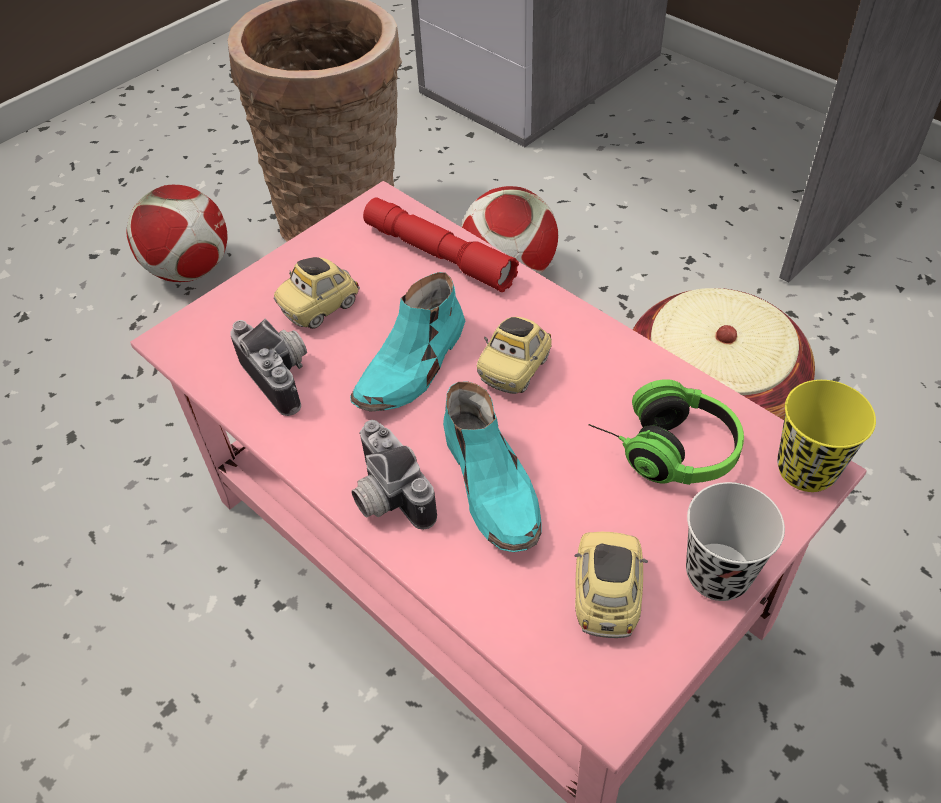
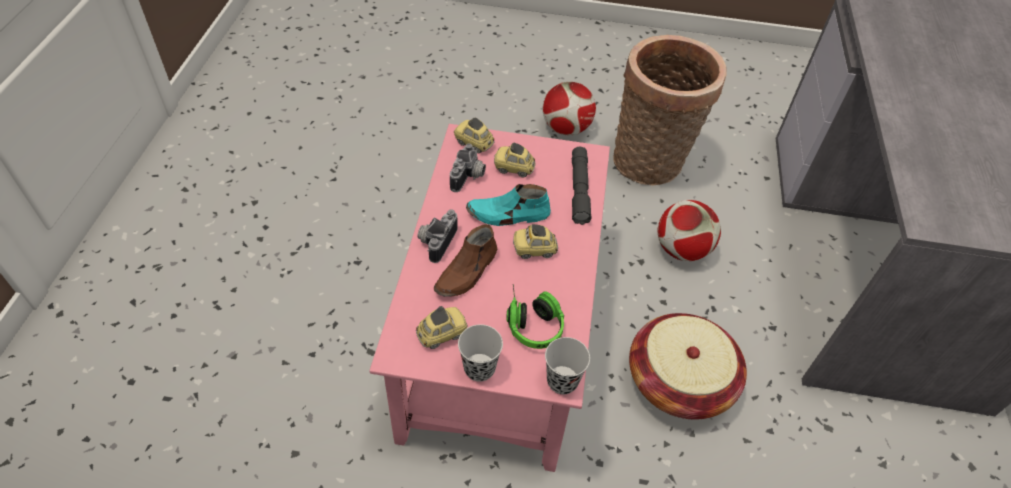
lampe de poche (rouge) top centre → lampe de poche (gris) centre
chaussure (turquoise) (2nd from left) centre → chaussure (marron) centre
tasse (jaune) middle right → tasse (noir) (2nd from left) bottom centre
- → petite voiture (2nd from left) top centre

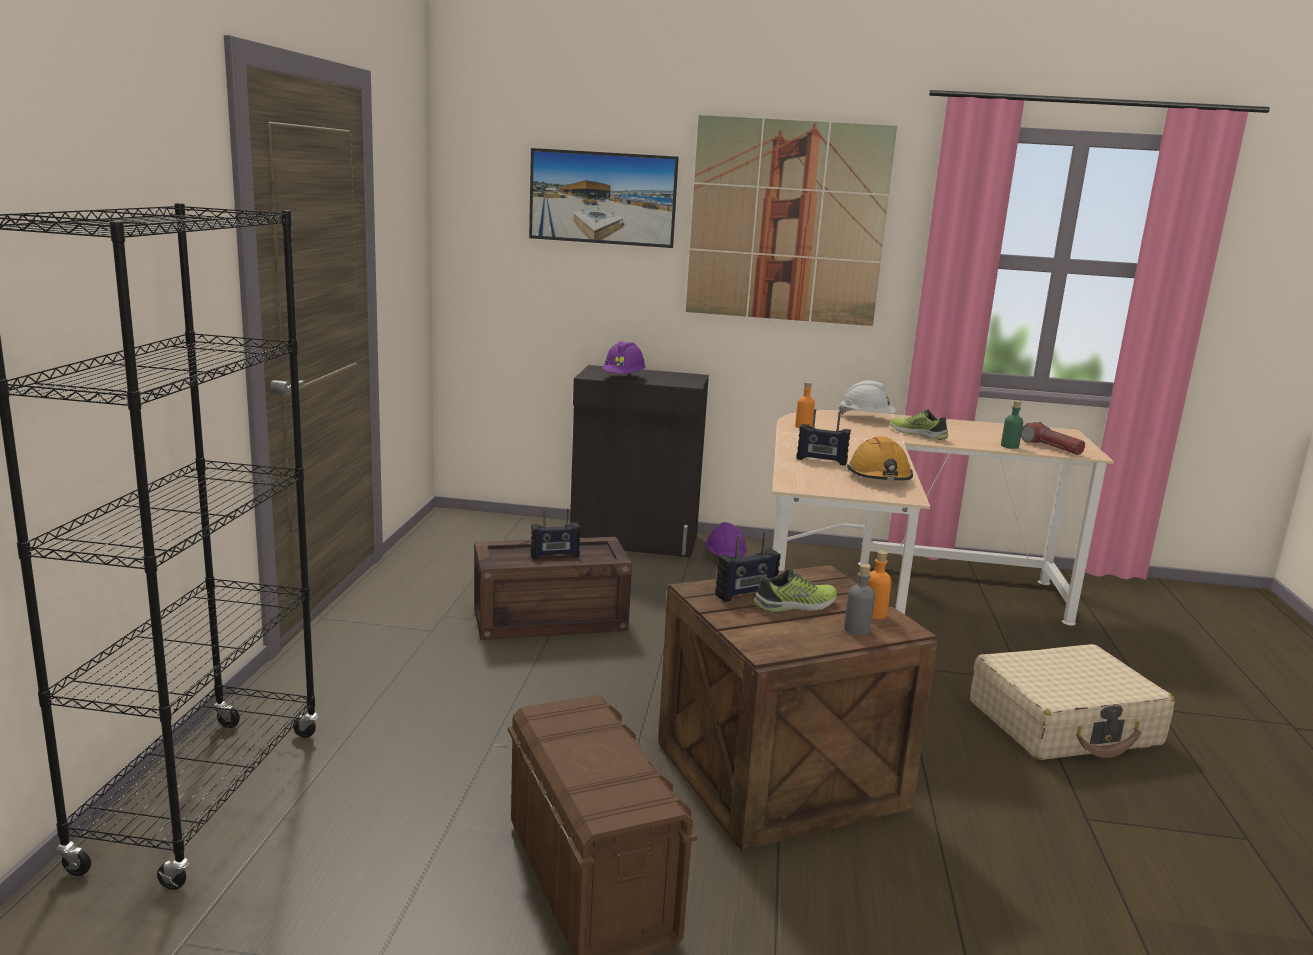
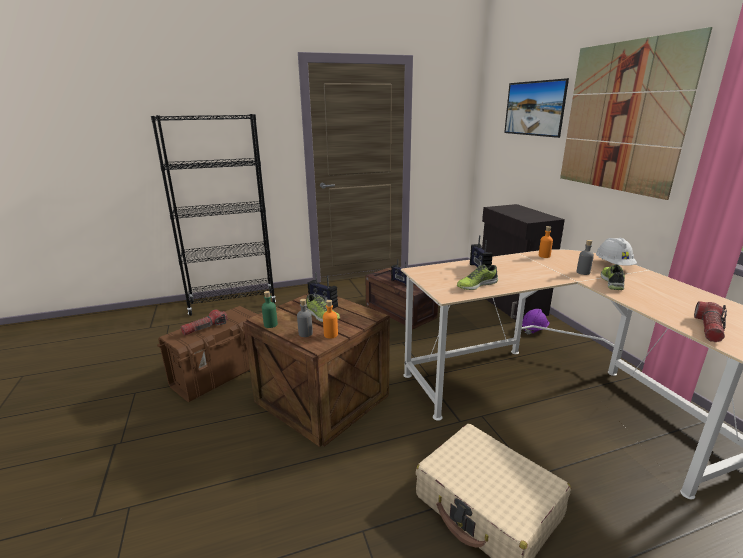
casque de chantier (violet) (1st from left) centre → -
casque de chantier (orange) middle right → chaussure (2nd from left) centre
bouteille (vert) middle right → bouteille (vert) centre, move
- → lampe de poche (1st from left) middle left
- → bouteille (gris) (2nd from left) middle right

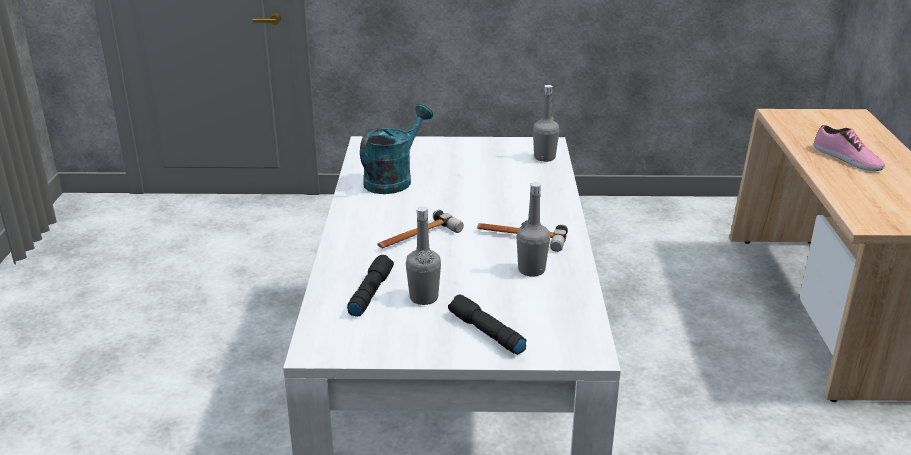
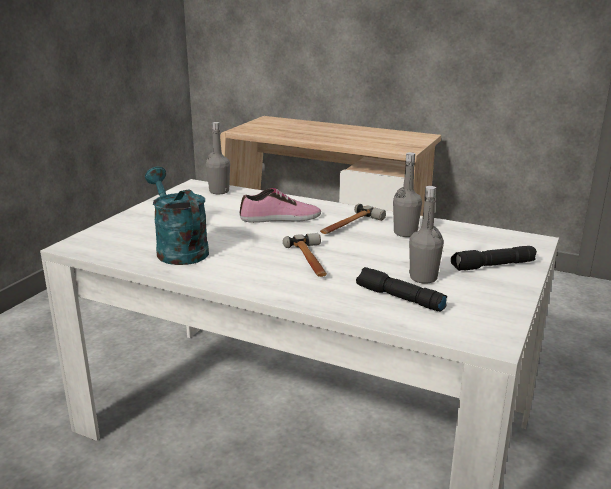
chaussure top right → chaussure centre, move

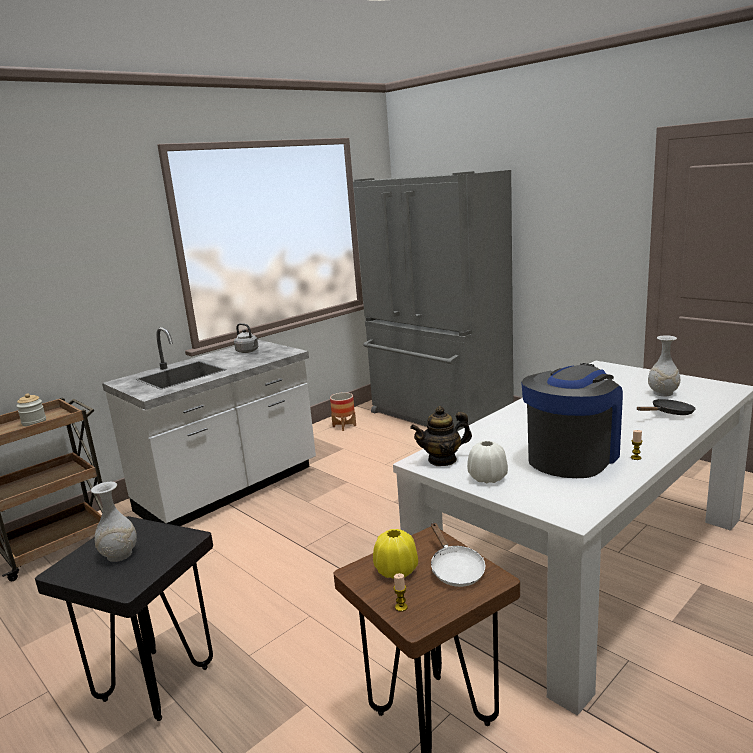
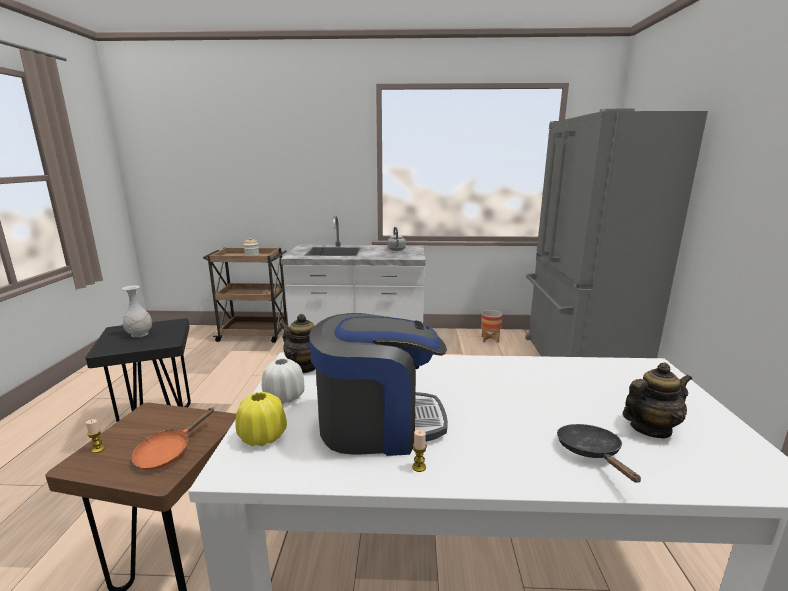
vase (jaune) bottom centre → vase (jaune) bottom left, move
poêle (blanc) bottom centre → poêle (orange) bottom left
poêle (noir) middle right → poêle (noir) bottom right, 120 degrees counterclockwise
vase (blanc) (3rd from left) middle right → théière (2nd from left) bottom right

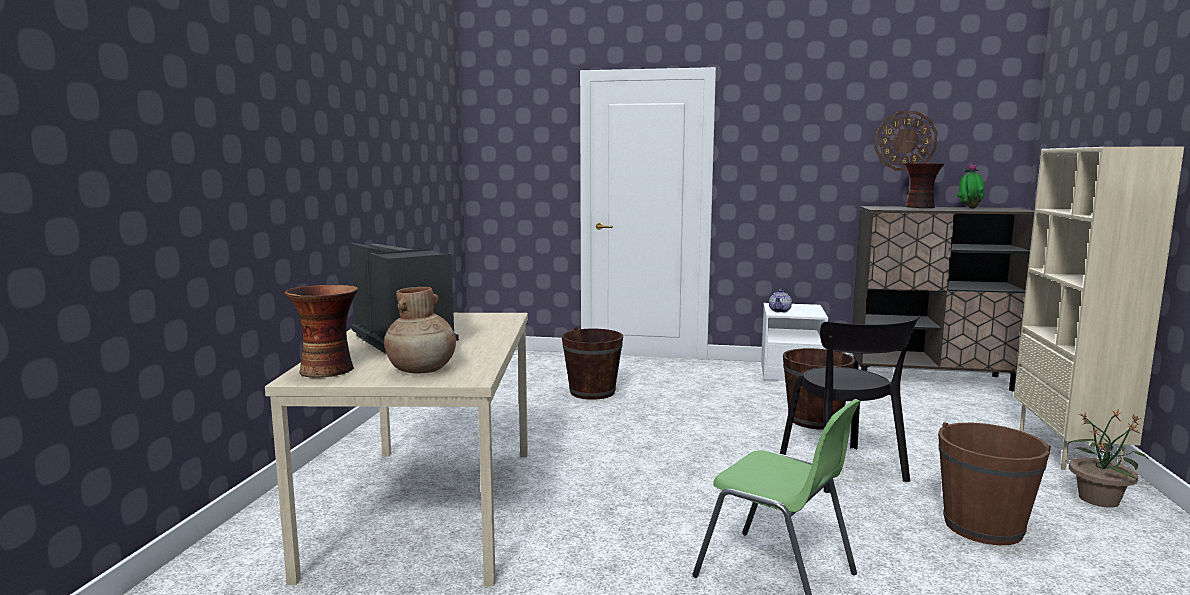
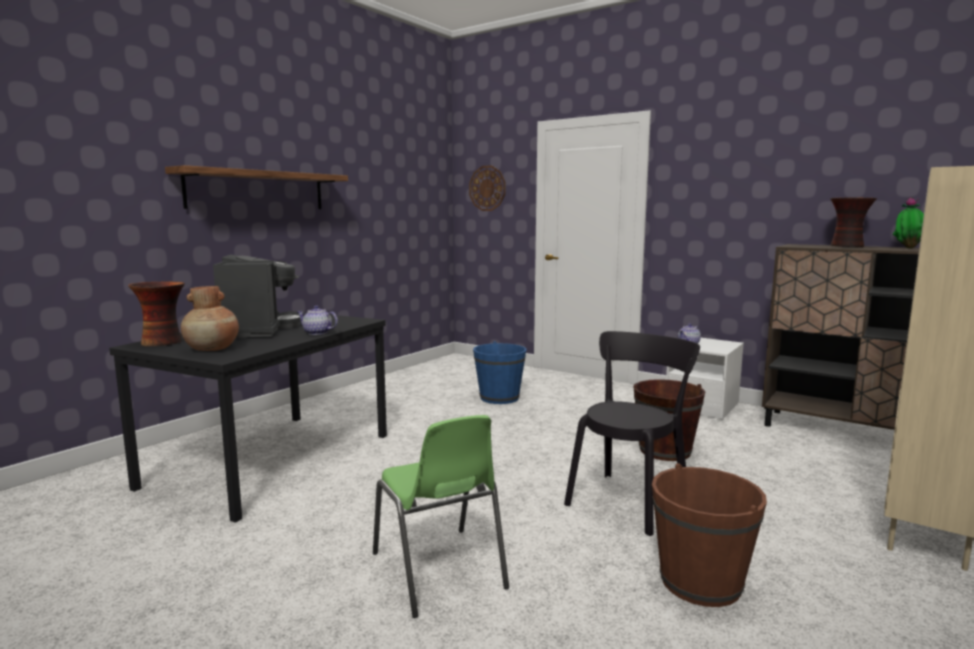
table à manger (beige) bottom left → table à manger (noir) middle left
seau (marron) (1st from left) centre → seau (bleu) centre
chaise (noir) bottom right → chaise (noir) bottom centre, 150 degrees counterclockwise
horloge murale top right → horloge murale top centre, move
plante en pot (2nd from left) bottom right → -
- → étagère top left
- → théière (1st from left) middle left

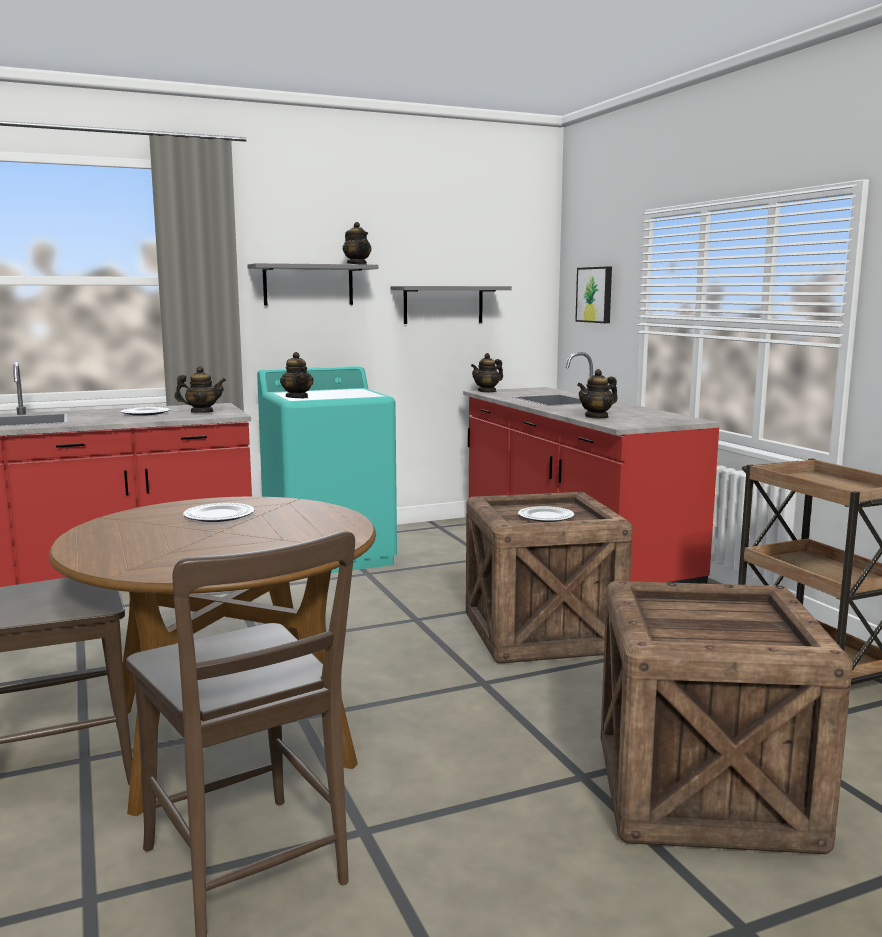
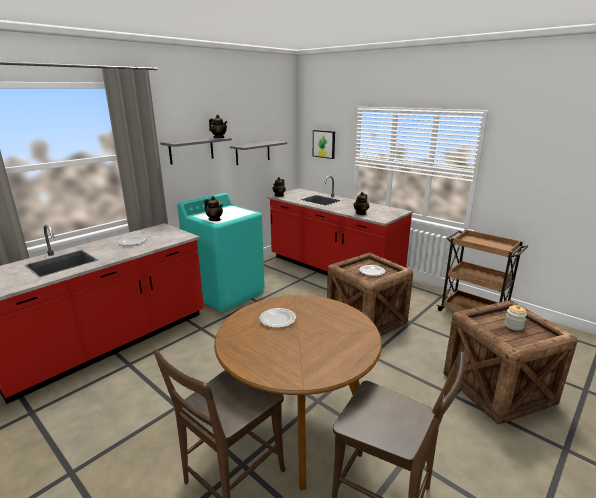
théière (1st from left) middle left → -
- → bocal middle right

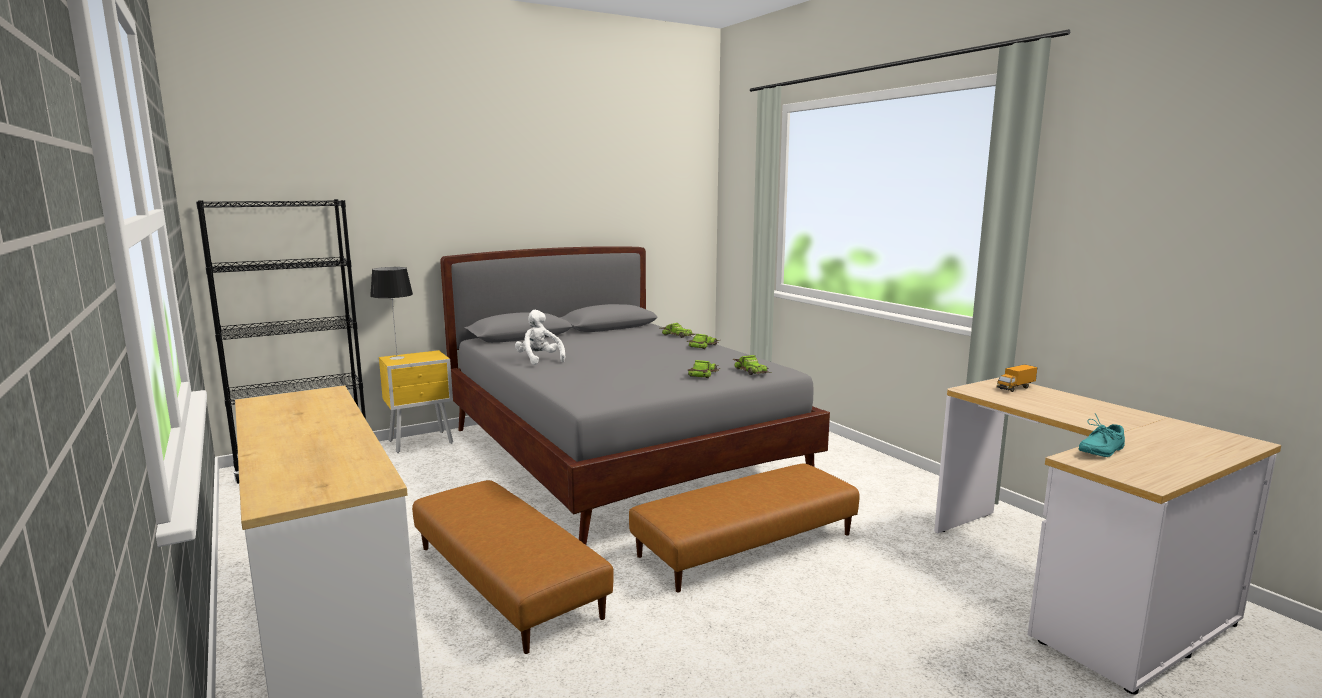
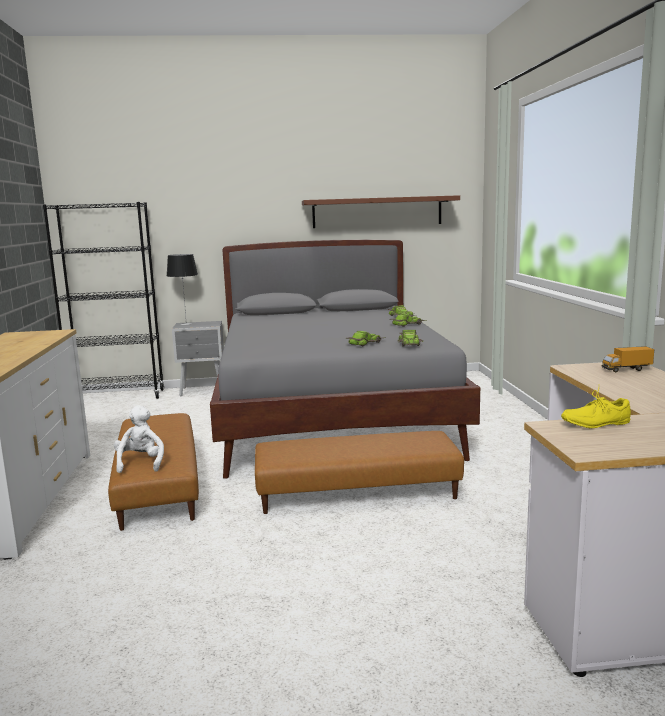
table de chevet (jaune) middle left → table de chevet (gris) middle left
peluche (blanc) centre → peluche (blanc) middle left, move
chaussure (turquoise) middle right → chaussure (jaune) middle right
- → étagère (marron) top centre

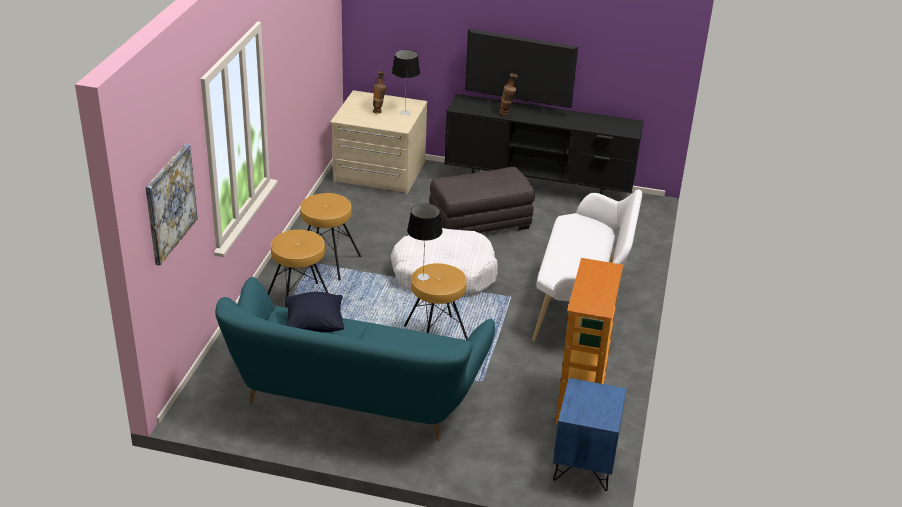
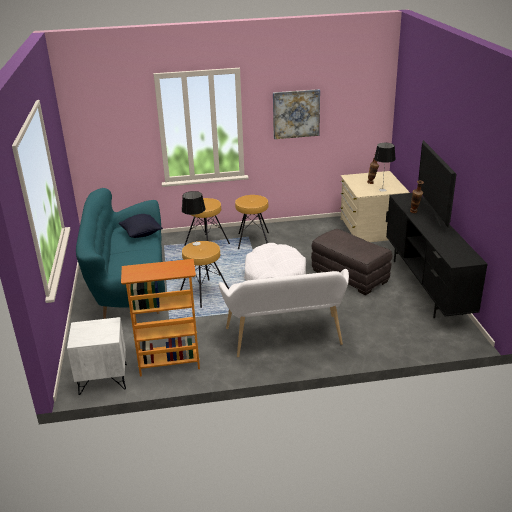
tableau middle left → tableau top centre, move
table de chevet (bleu) bottom centre → table de chevet (blanc) bottom left

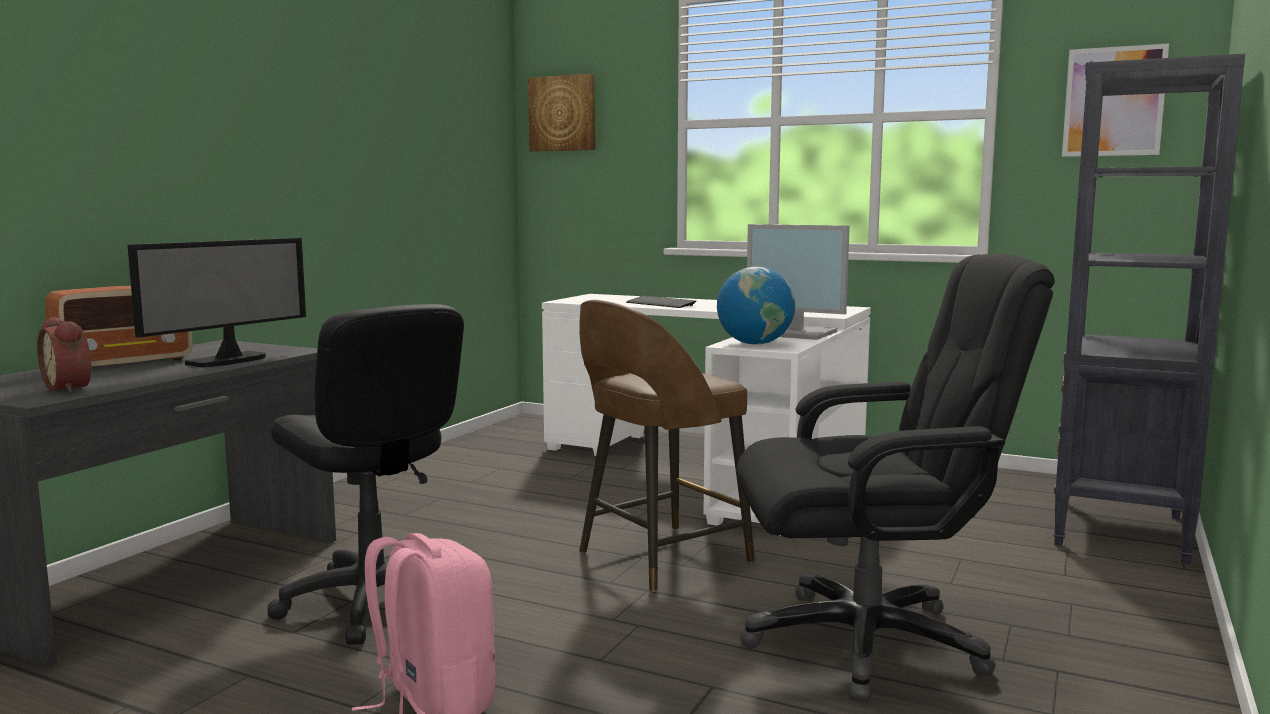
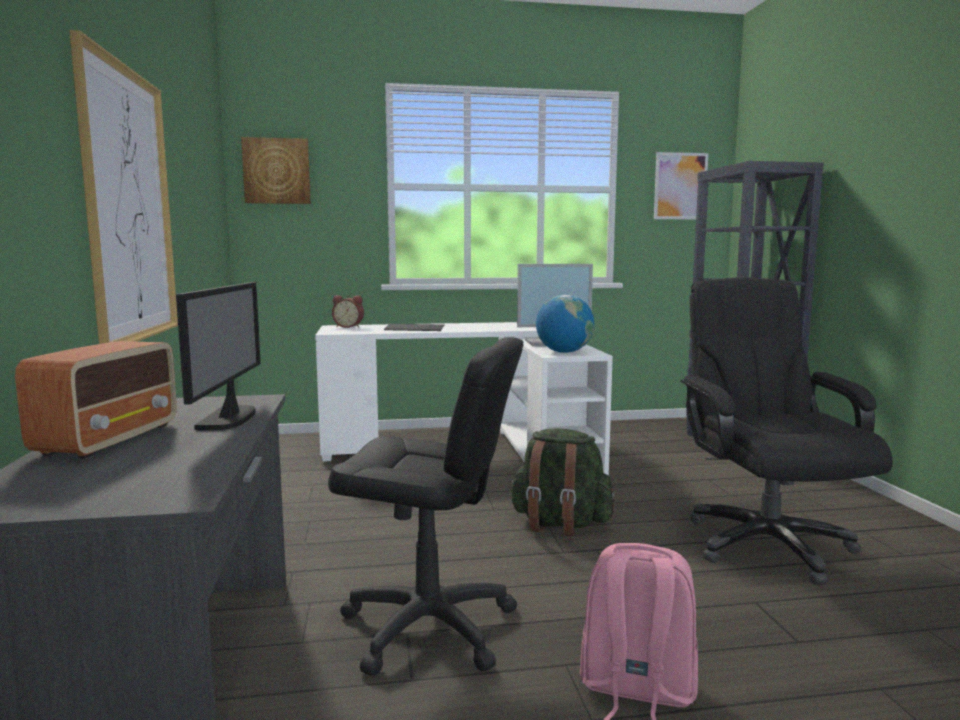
réveil middle left → réveil centre, move
tabouret (marron) centre → sac à dos (vert) bottom centre
chaise de bureau (noir) (2nd from left) bottom right → chaise de bureau (noir) (2nd from left) middle right, 60 degrees counterclockwise
- → tableau (1st from left) top left

